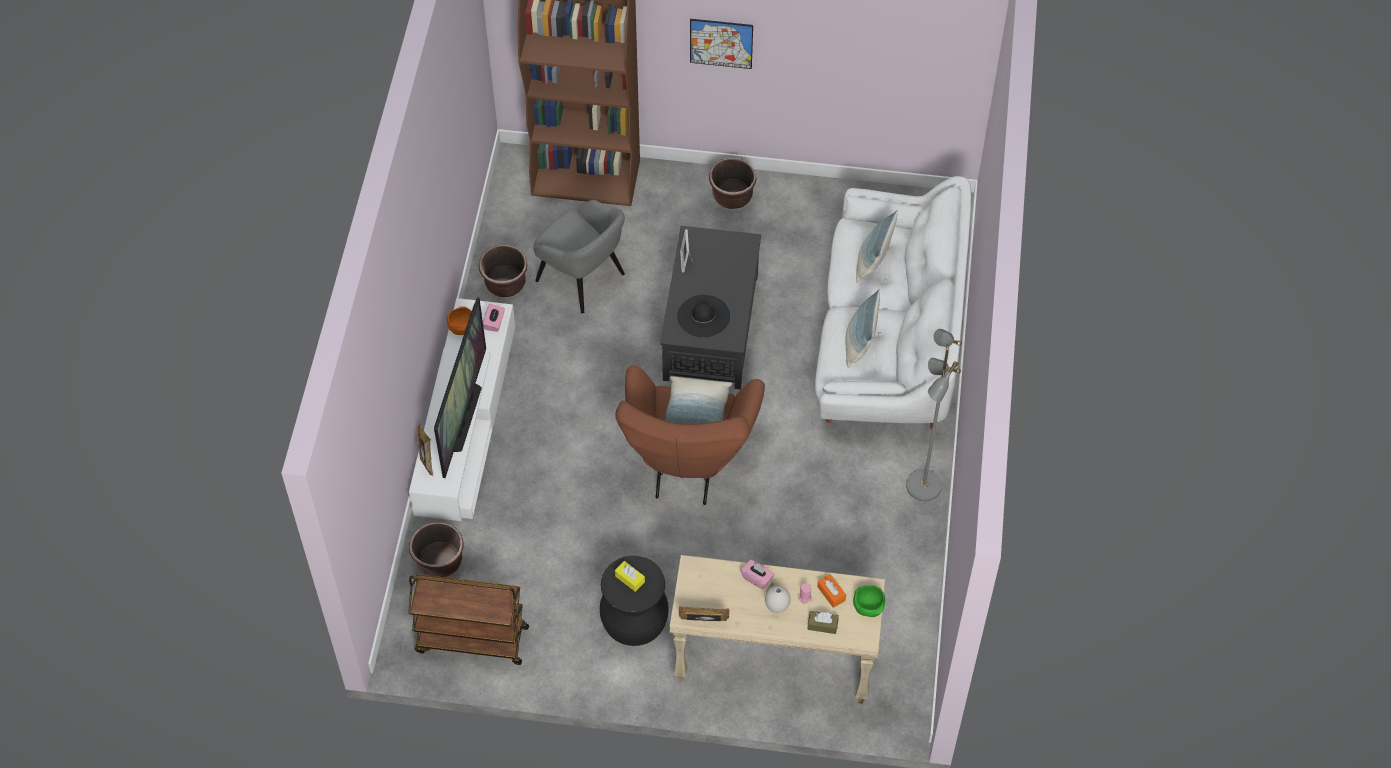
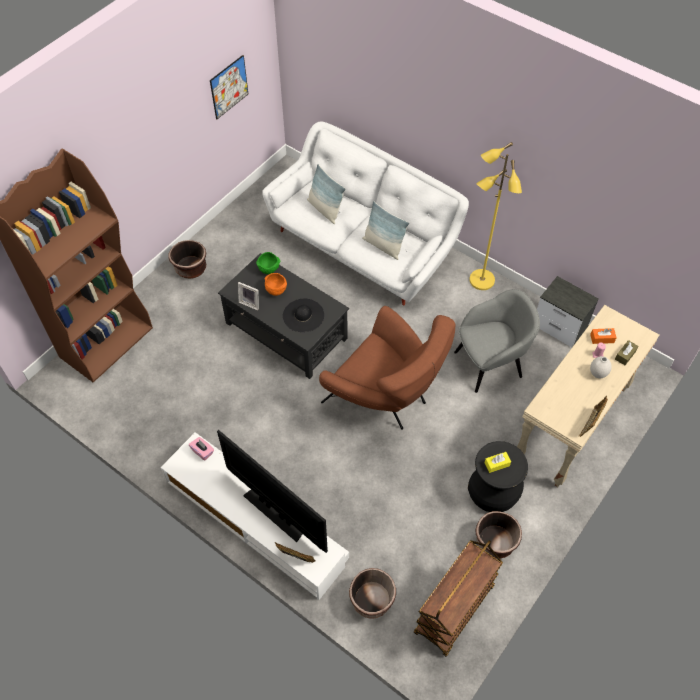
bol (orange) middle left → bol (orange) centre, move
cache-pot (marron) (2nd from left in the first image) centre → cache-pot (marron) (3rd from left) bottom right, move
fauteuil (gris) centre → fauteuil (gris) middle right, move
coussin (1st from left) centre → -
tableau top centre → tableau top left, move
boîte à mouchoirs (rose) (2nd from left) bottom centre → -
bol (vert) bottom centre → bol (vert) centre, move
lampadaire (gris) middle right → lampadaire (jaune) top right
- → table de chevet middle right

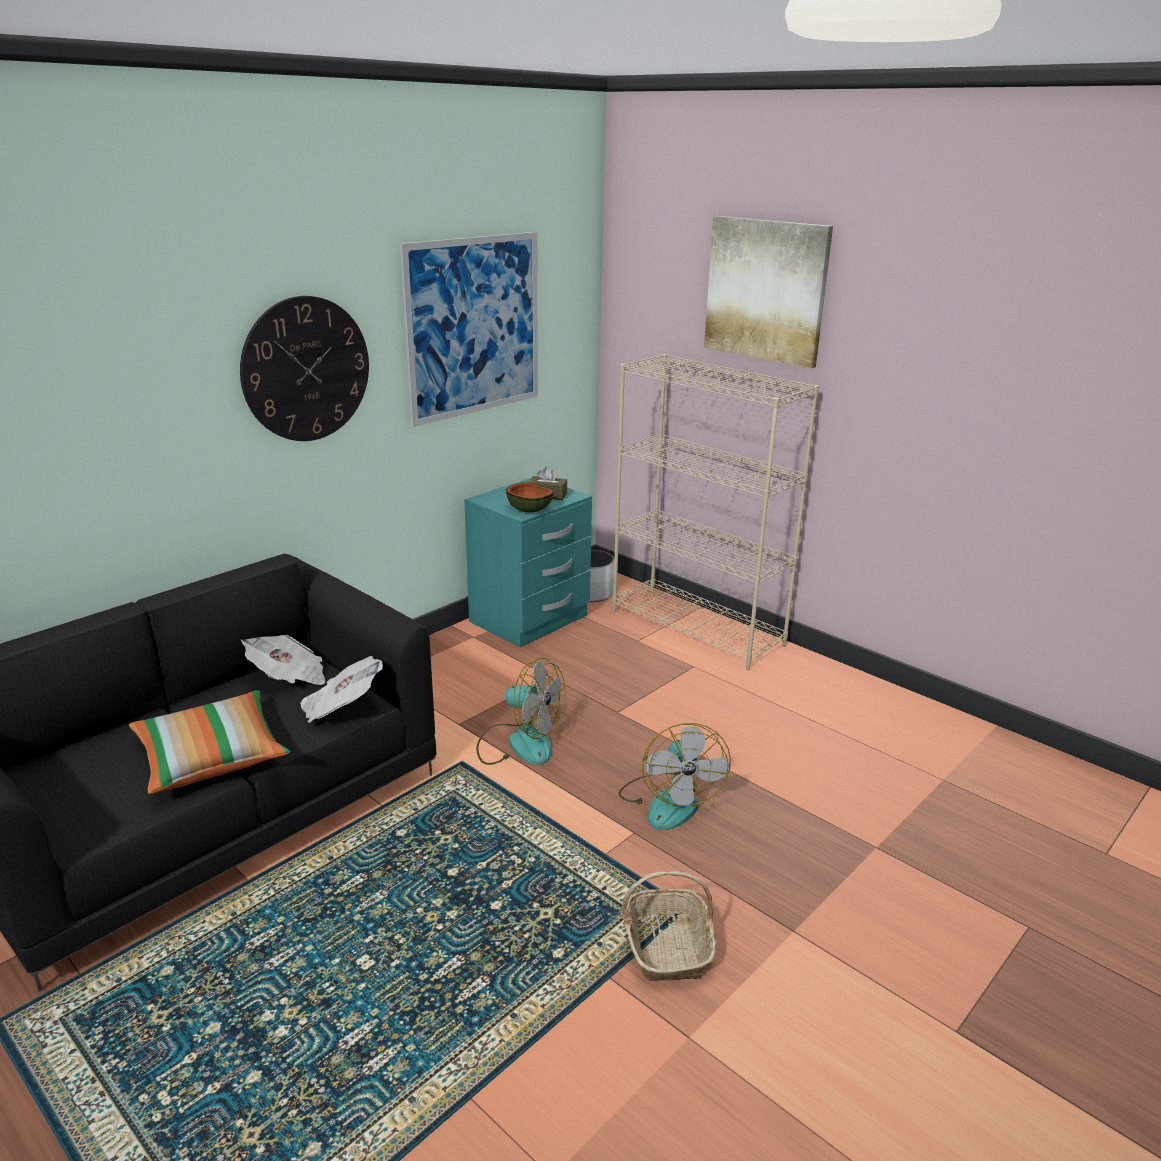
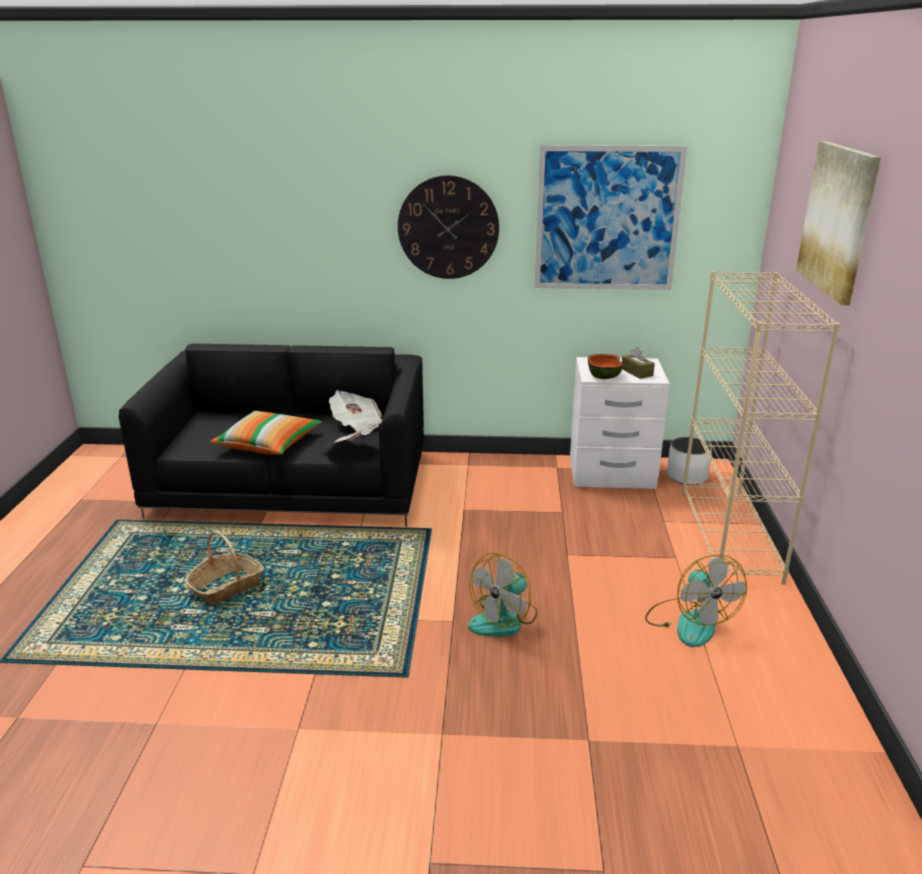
table de chevet (turquoise) centre → table de chevet (blanc) middle right
ventilateur (1st from left in the first image) centre → ventilateur (2nd from left) bottom right, move
panier bottom centre → panier middle left, move

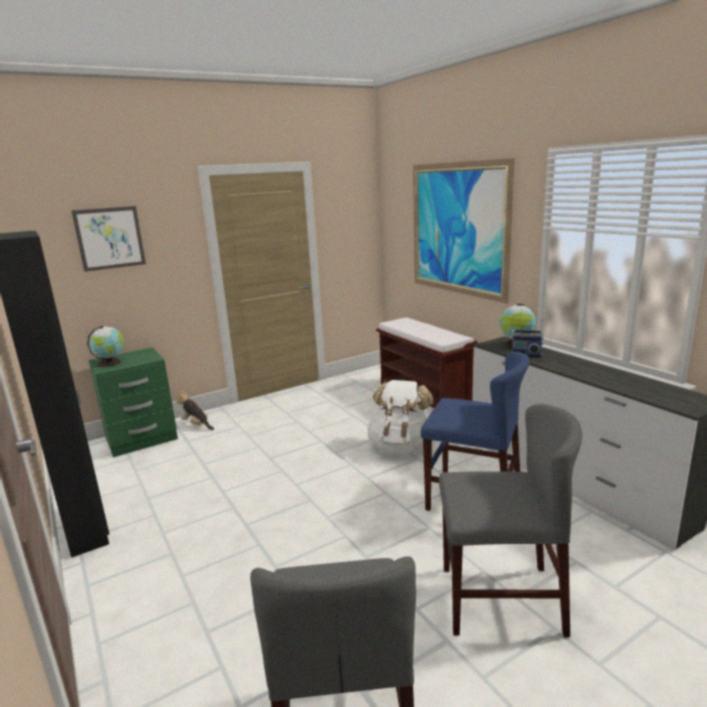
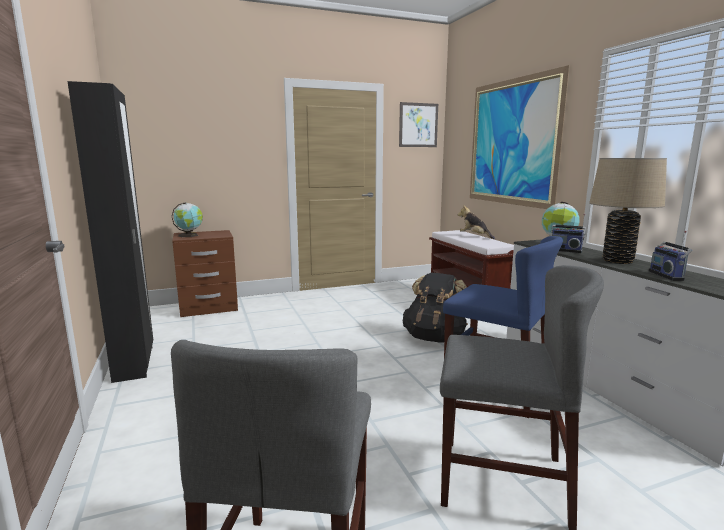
tableau (1st from left) middle left → tableau (1st from left) top centre, move
table de chevet (vert) middle left → table de chevet (marron) middle left
peluche middle left → peluche centre, move
sac à dos (blanc) centre → sac à dos (noir) centre
- → lampe de table (beige) middle right
- → radio (2nd from left) middle right

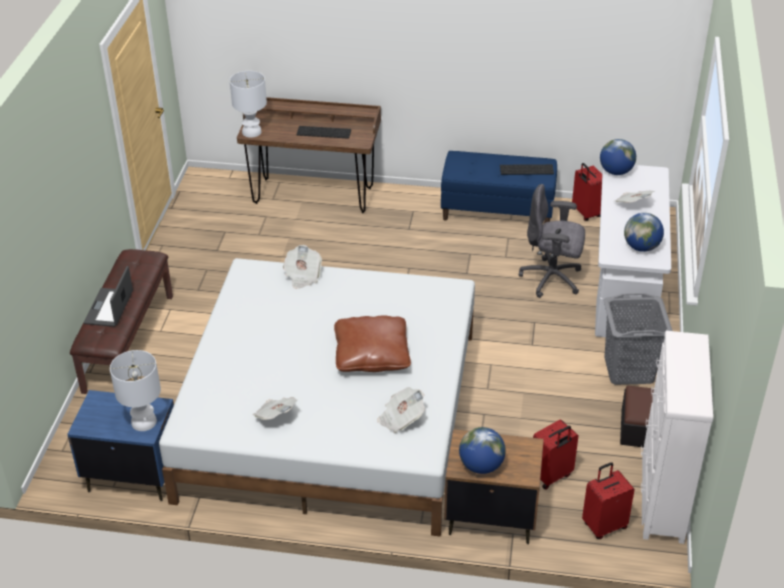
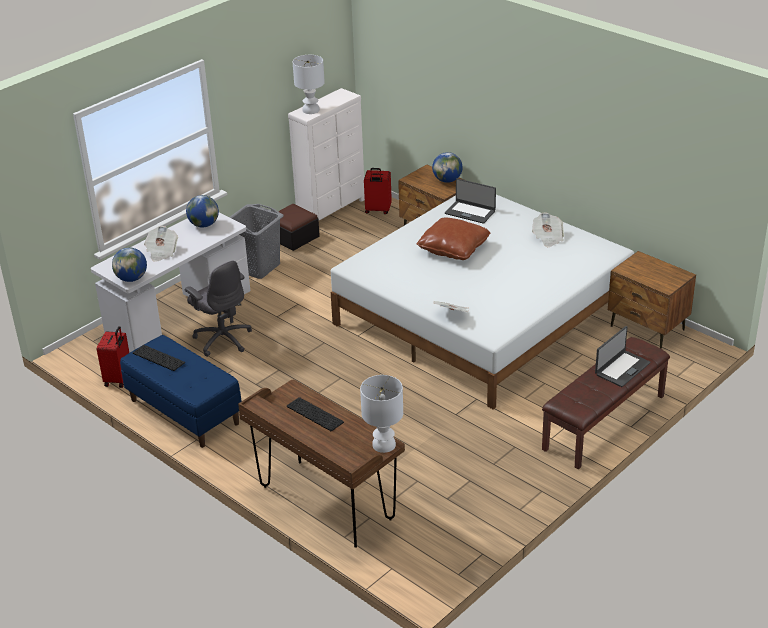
table de chevet (bleu) bottom left → table de chevet (marron) (2nd from left) middle right
lampe de table (blanc) (1st from left) middle left → lampe de table (blanc) (1st from left) top centre, move
journal (3rd from left) bottom centre → ordinateur portable (1st from left) top centre
valise (rouge) (1st from left) bottom right → -

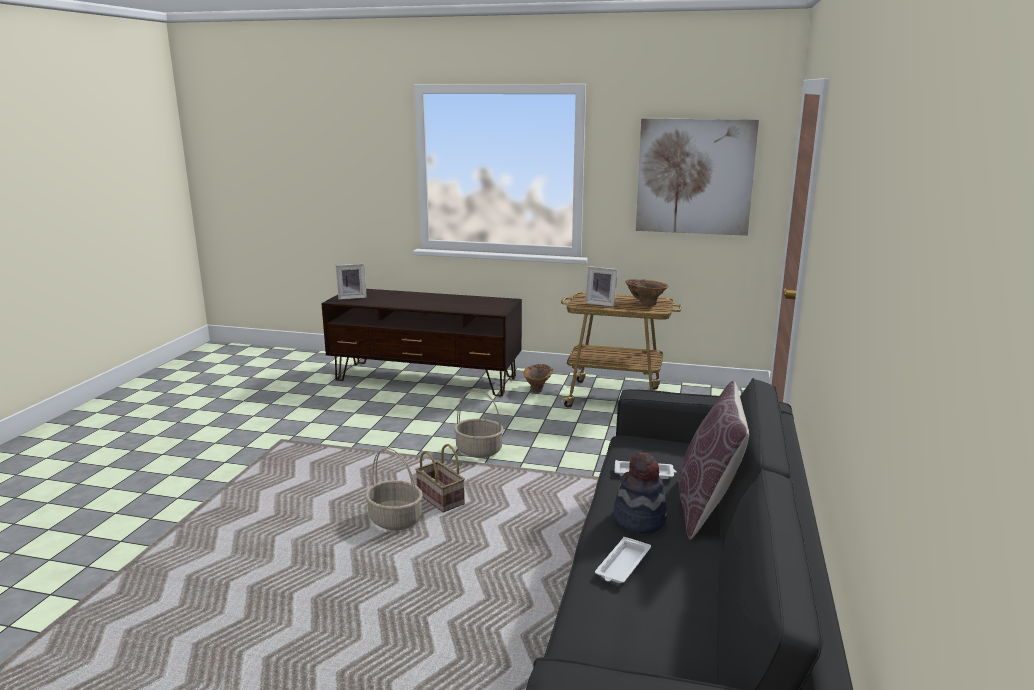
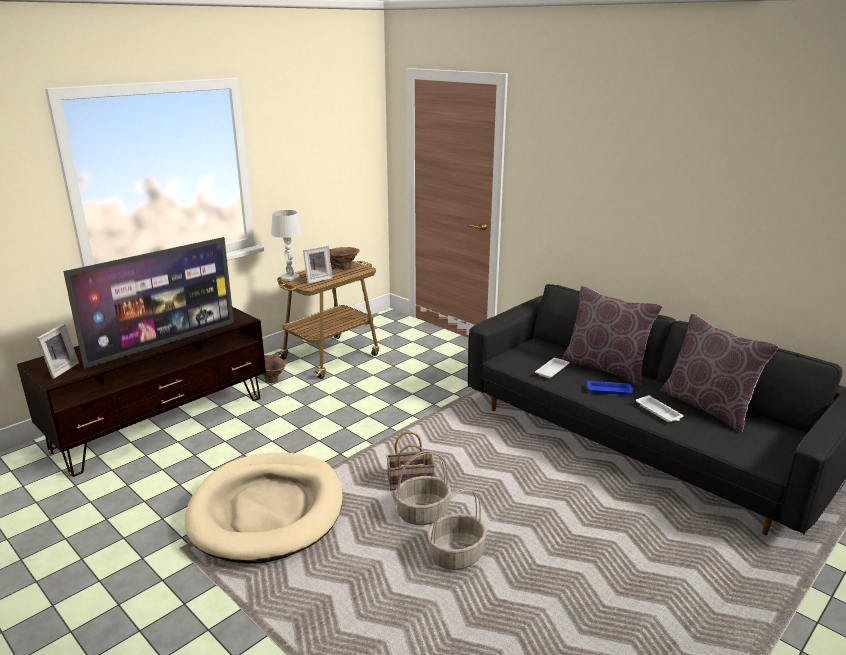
panier (3rd from left) centre → panier (3rd from left) bottom centre, move
chapeau bottom centre → plateau (bleu) middle right
tableau top right → -
- → téléviseur middle left
- → panier pour chien (beige) bottom left
- → lampe de table (blanc) centre
- → coussin (marron) (2nd from left) middle right

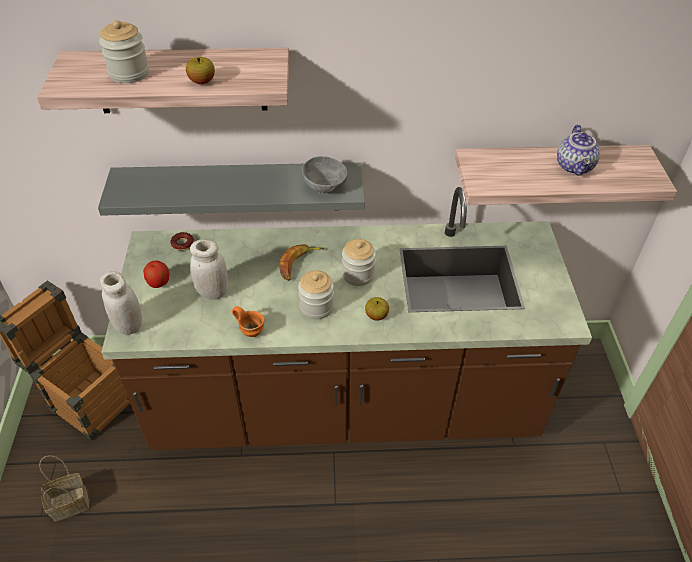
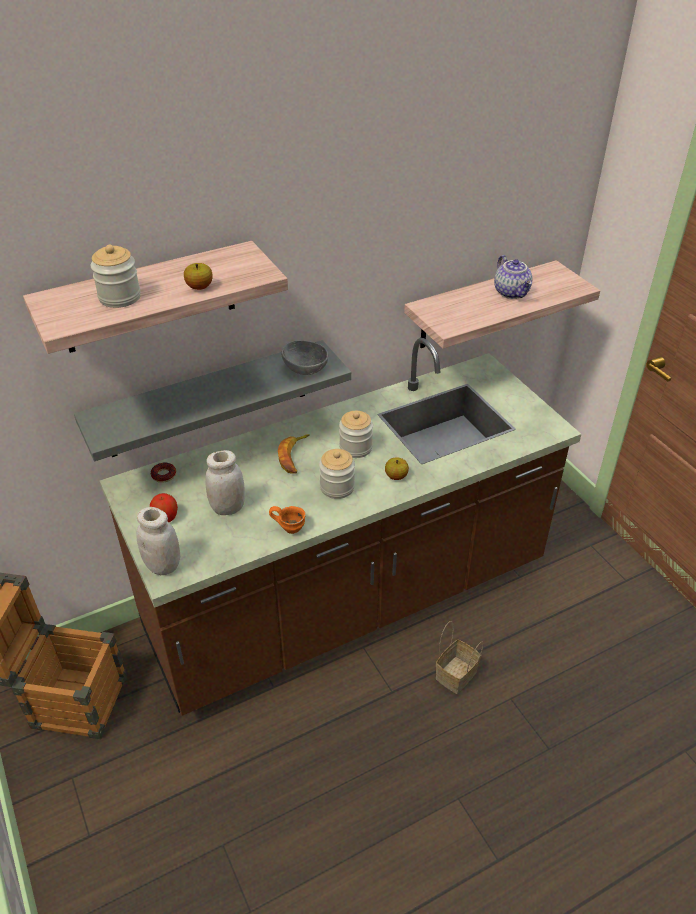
panier bottom left → panier bottom centre, move

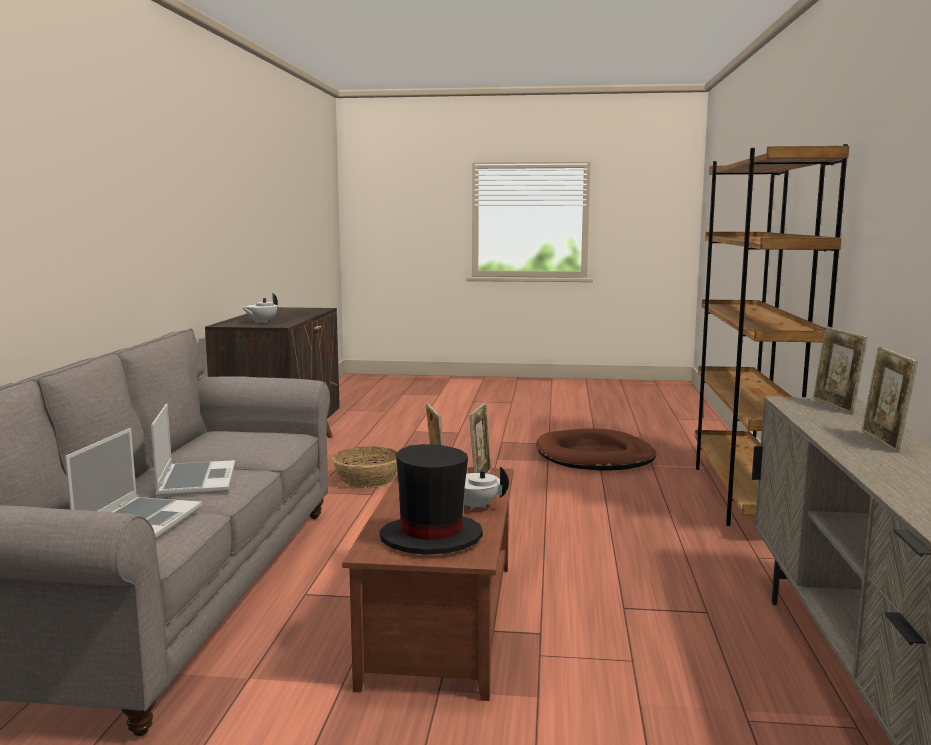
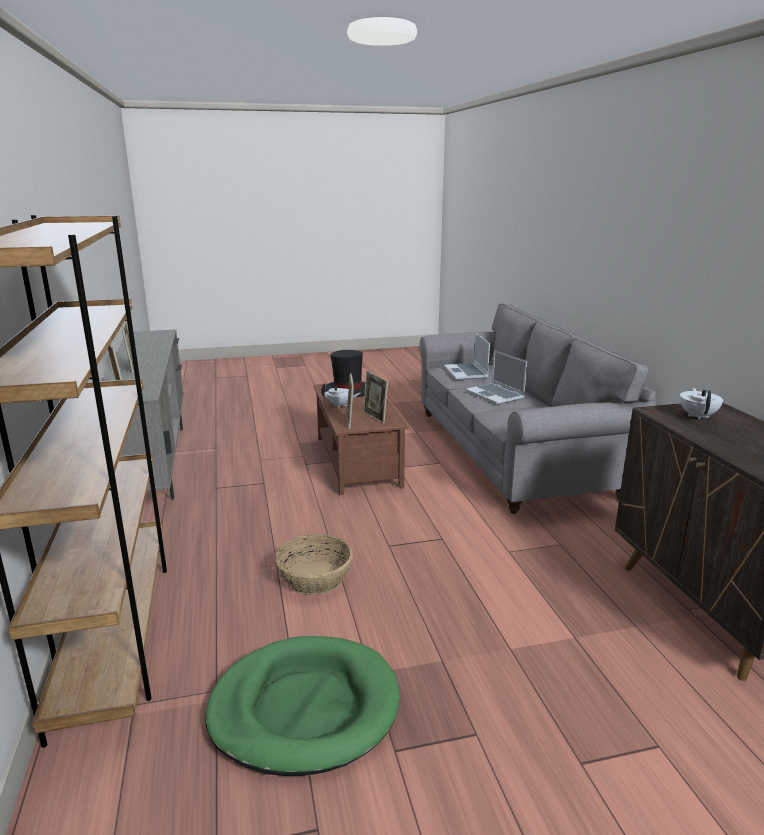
panier centre → panier bottom centre, move
panier pour chien (marron) centre → panier pour chien (vert) bottom centre

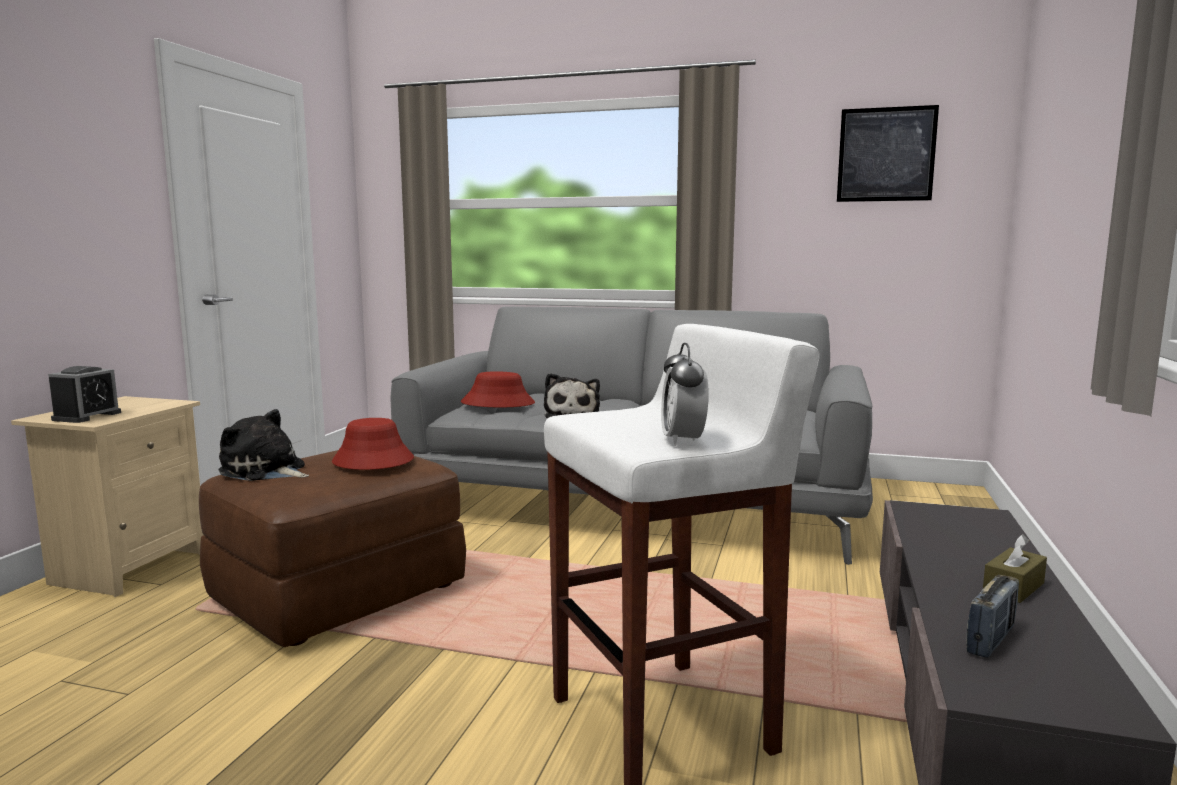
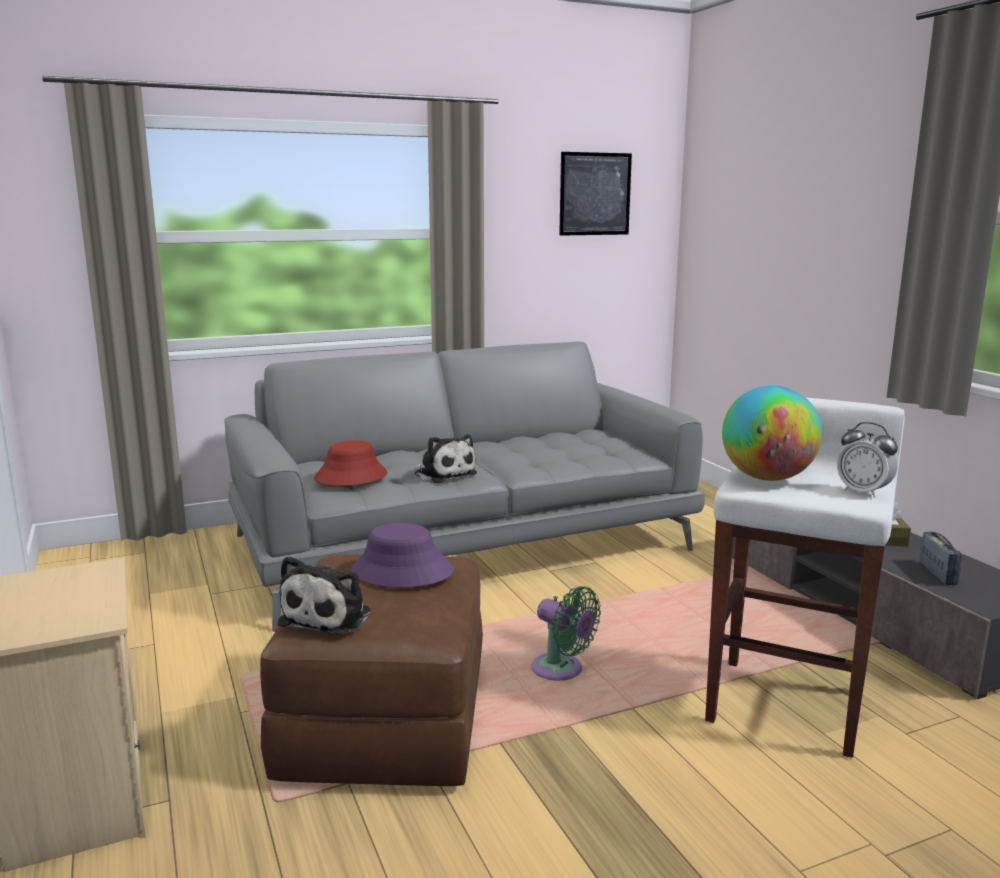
réveil (1st from left) middle left → -
peluche (1st from left) middle left → peluche (1st from left) bottom left, 60 degrees counterclockwise
chapeau (rouge) (1st from left) middle left → chapeau (violet) centre
- → ventilateur (vert) bottom centre
- → globe middle right

